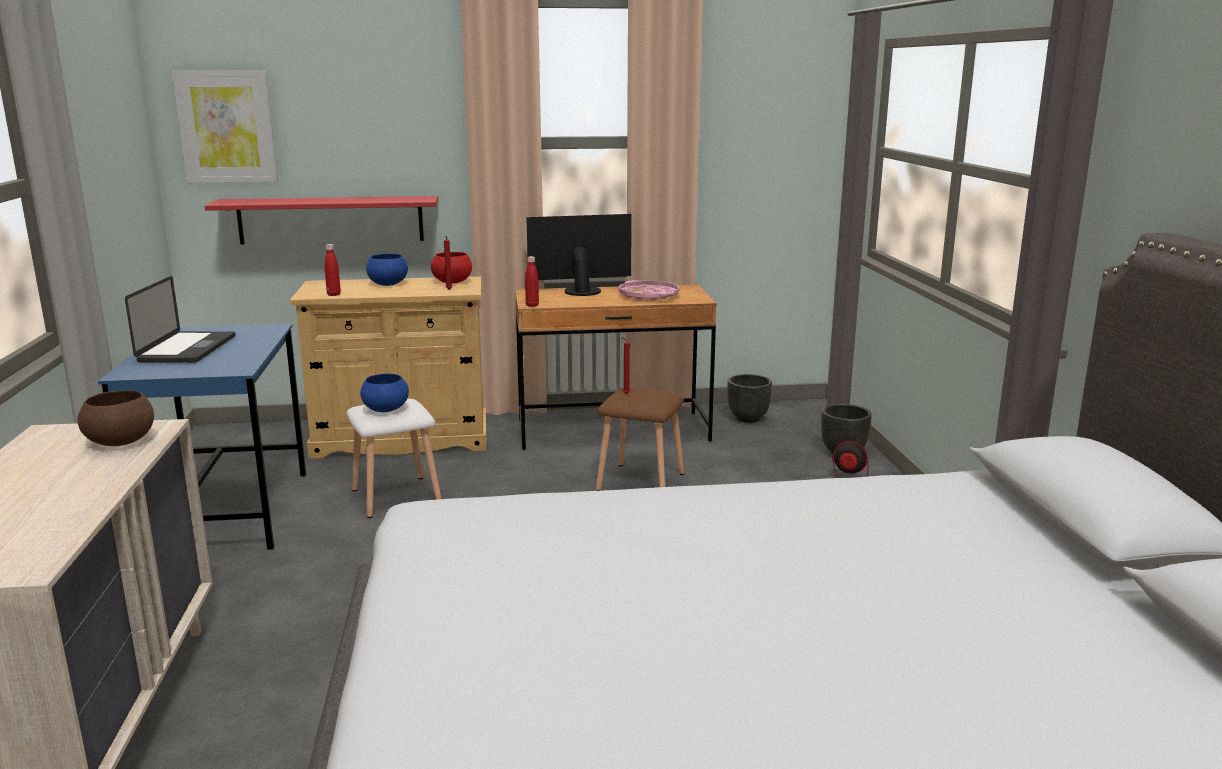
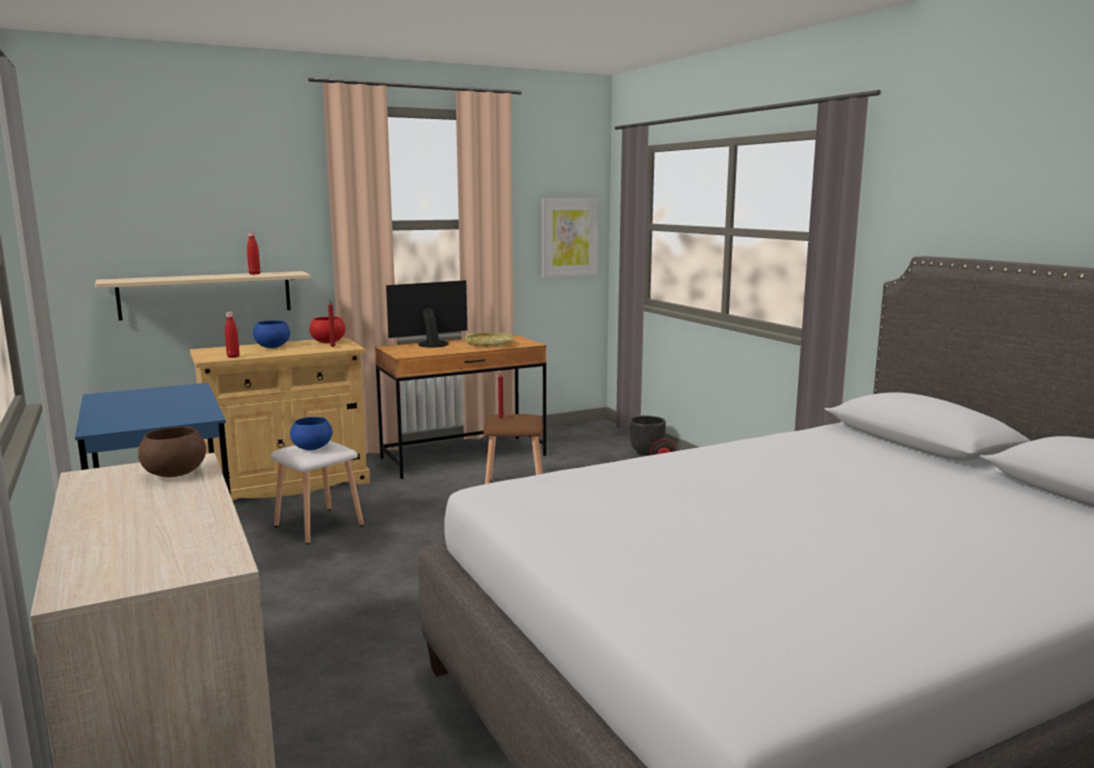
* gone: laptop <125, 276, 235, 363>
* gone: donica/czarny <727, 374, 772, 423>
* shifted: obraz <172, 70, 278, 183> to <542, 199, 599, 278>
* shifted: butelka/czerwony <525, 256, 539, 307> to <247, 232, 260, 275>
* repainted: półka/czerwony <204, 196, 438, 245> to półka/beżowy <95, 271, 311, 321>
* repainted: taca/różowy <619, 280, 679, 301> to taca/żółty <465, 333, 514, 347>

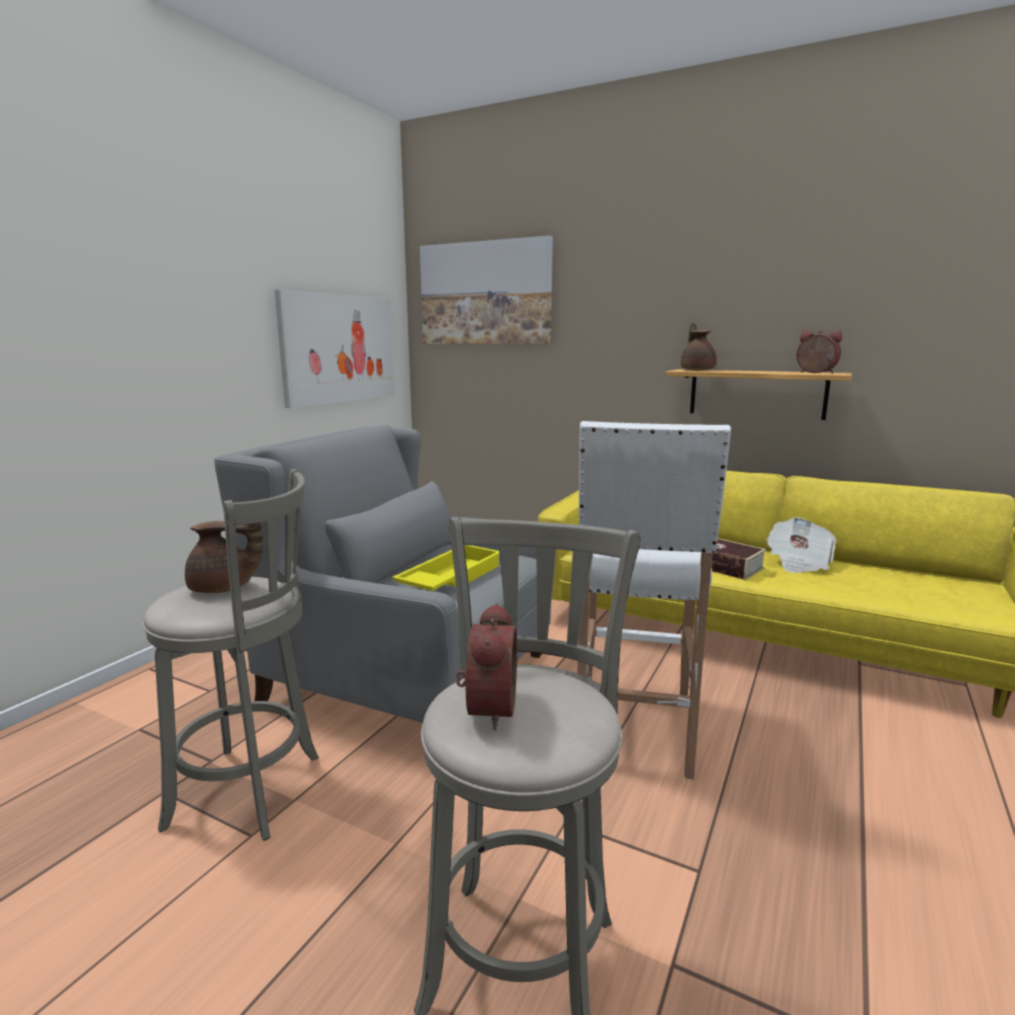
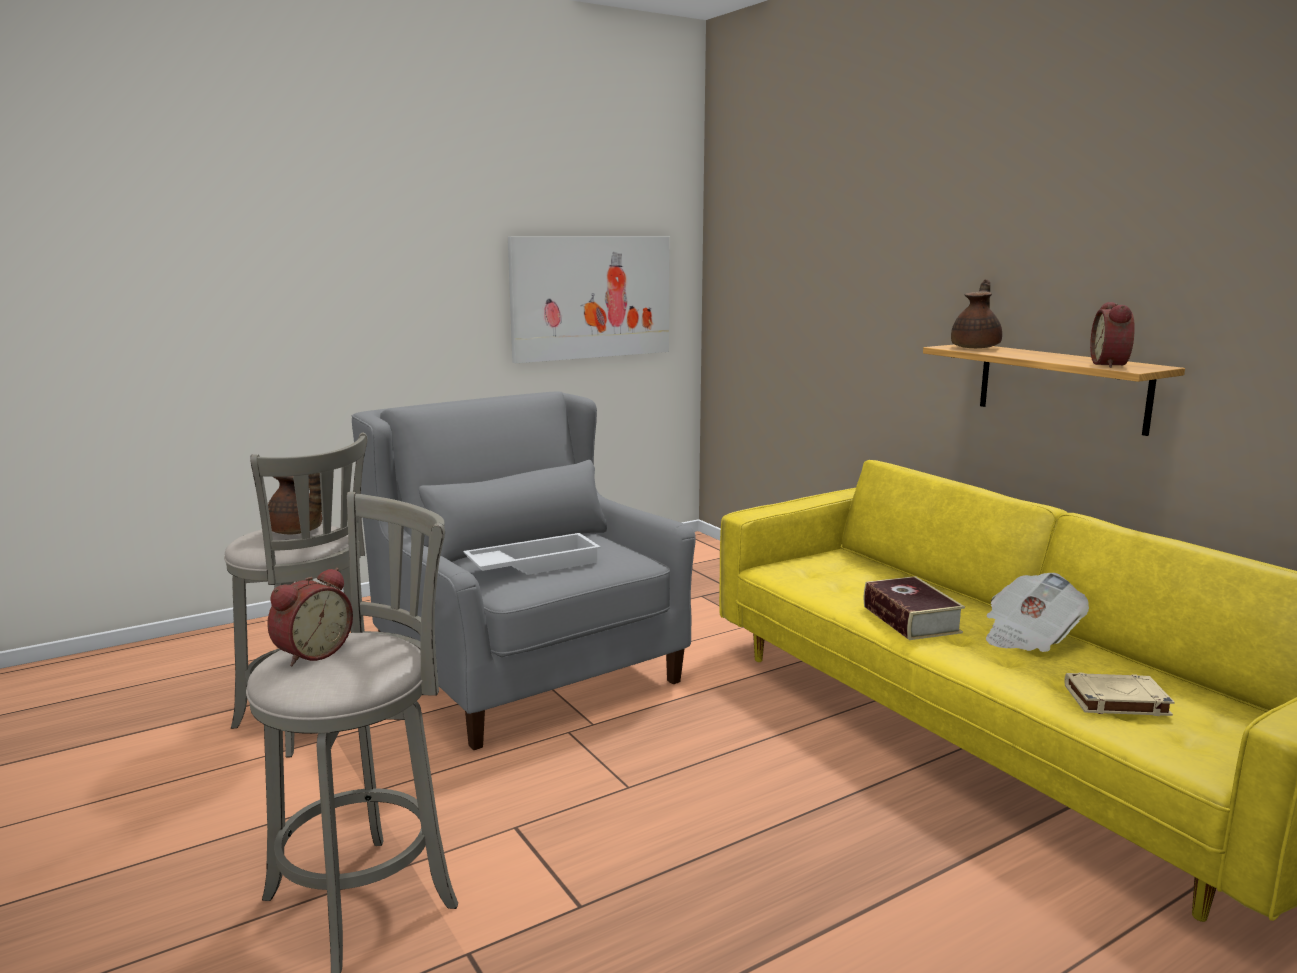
* gone: obraz <420, 236, 553, 344>
* gone: stołek/biały <577, 421, 731, 779>
* new: książka/beżowy <1064, 673, 1175, 716>
* repainted: taca/żółty <392, 545, 499, 591> to taca/biały <463, 533, 601, 575>
* rotated: budzik <797, 331, 842, 373> = <1090, 302, 1135, 368> 150 degrees counterclockwise

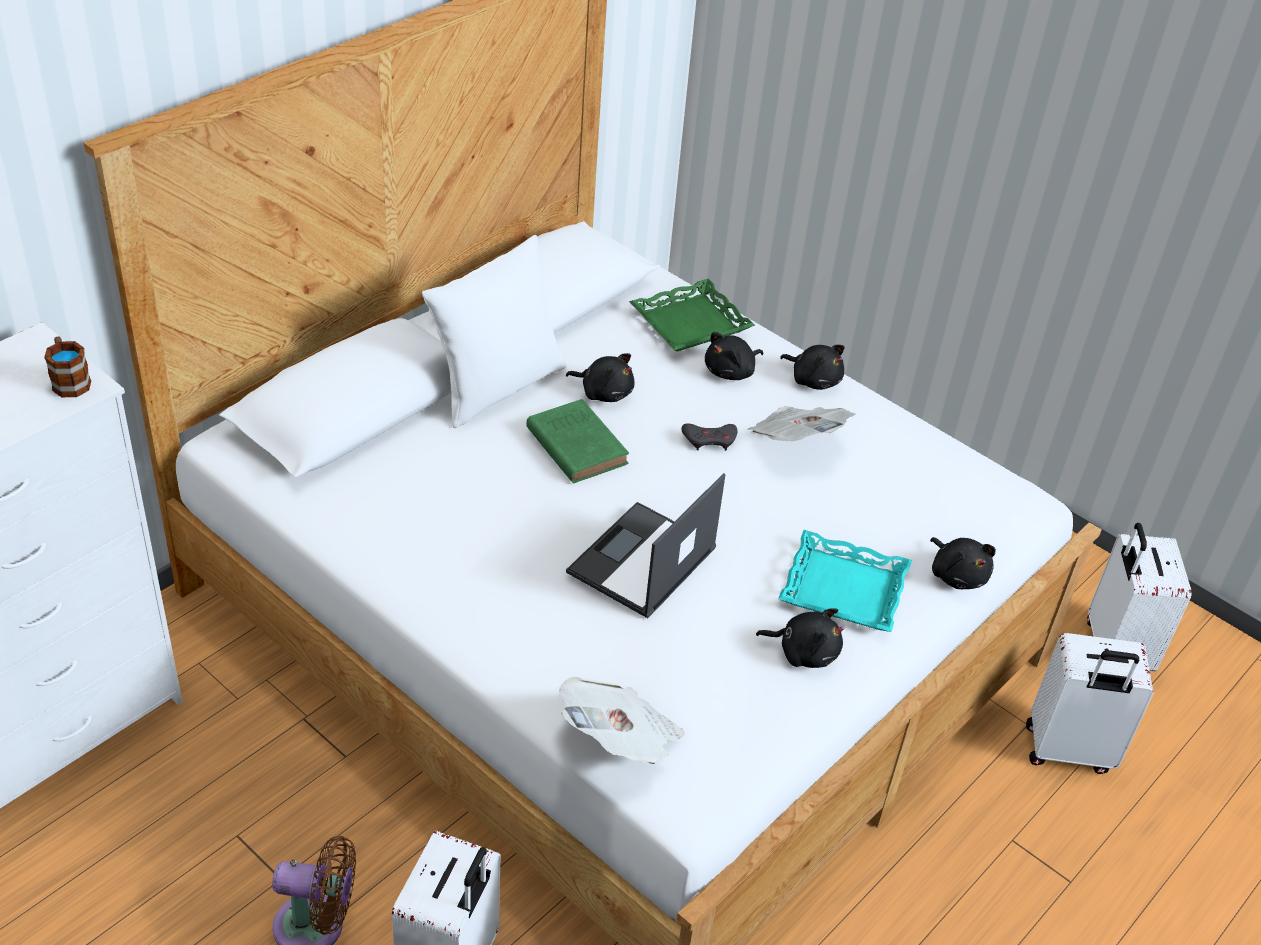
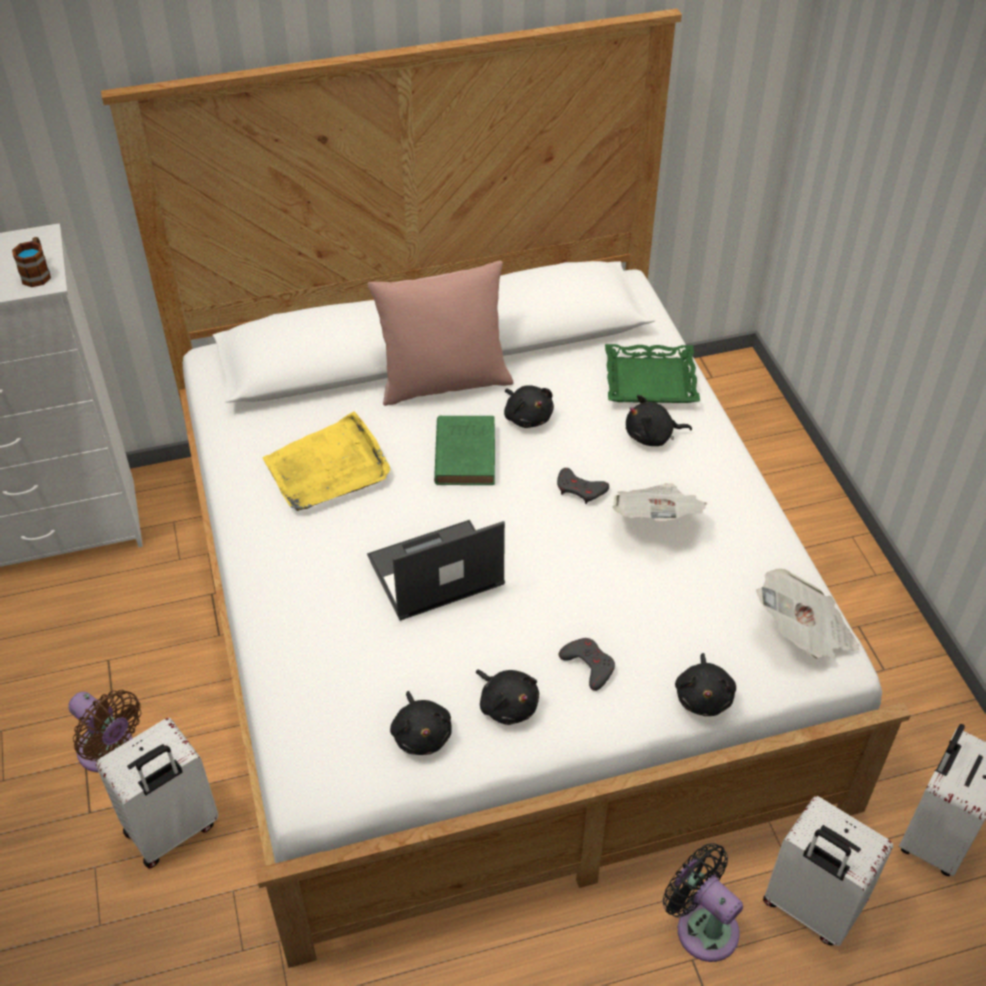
* new: taca/żółty <263, 411, 391, 511>
* new: wentylator/czarny <663, 843, 743, 962>
* shifted: gazeta <558, 677, 685, 765> to <756, 569, 860, 658>
* shifted: pluszak/czarny <780, 345, 845, 390> to <390, 691, 452, 755>
* swapped: taca/turkusowy <778, 530, 912, 632> to pad do gier/szary <558, 638, 615, 691>
* repainted: poduszka/biały <422, 235, 567, 428> to poduszka/różowy <368, 261, 513, 406>

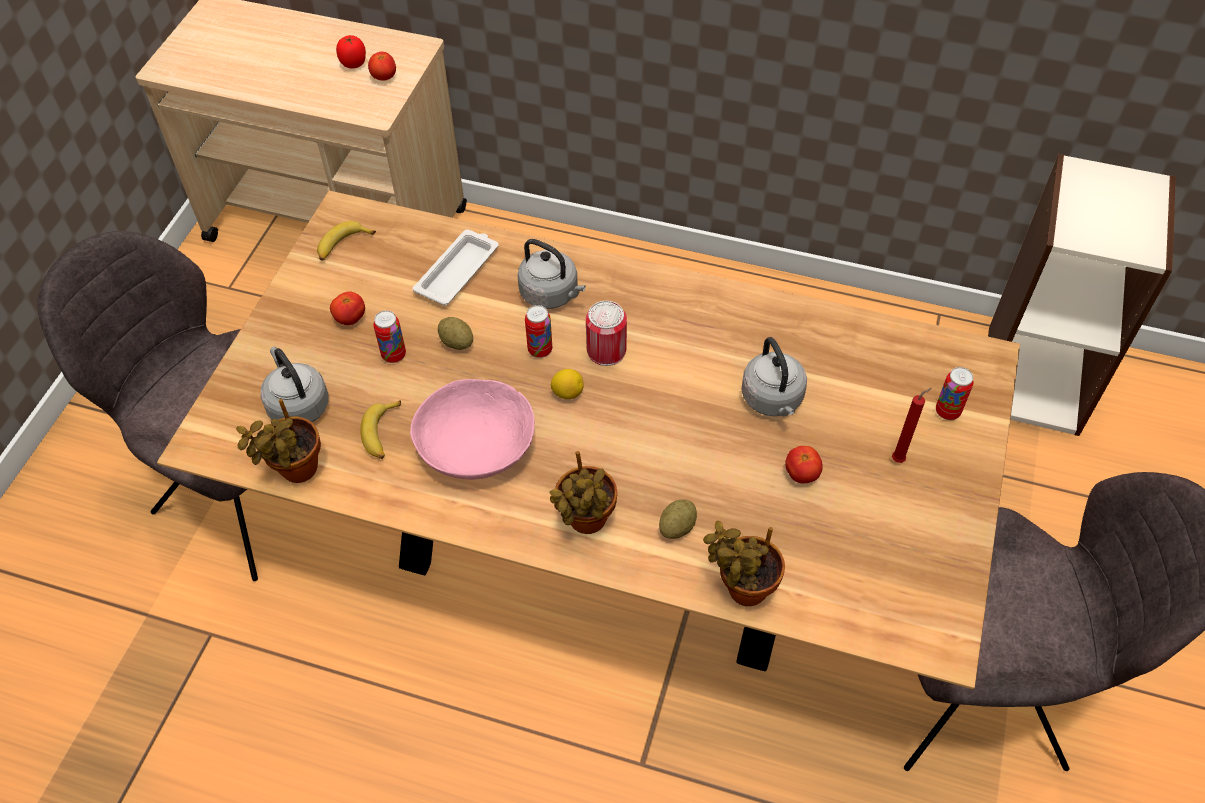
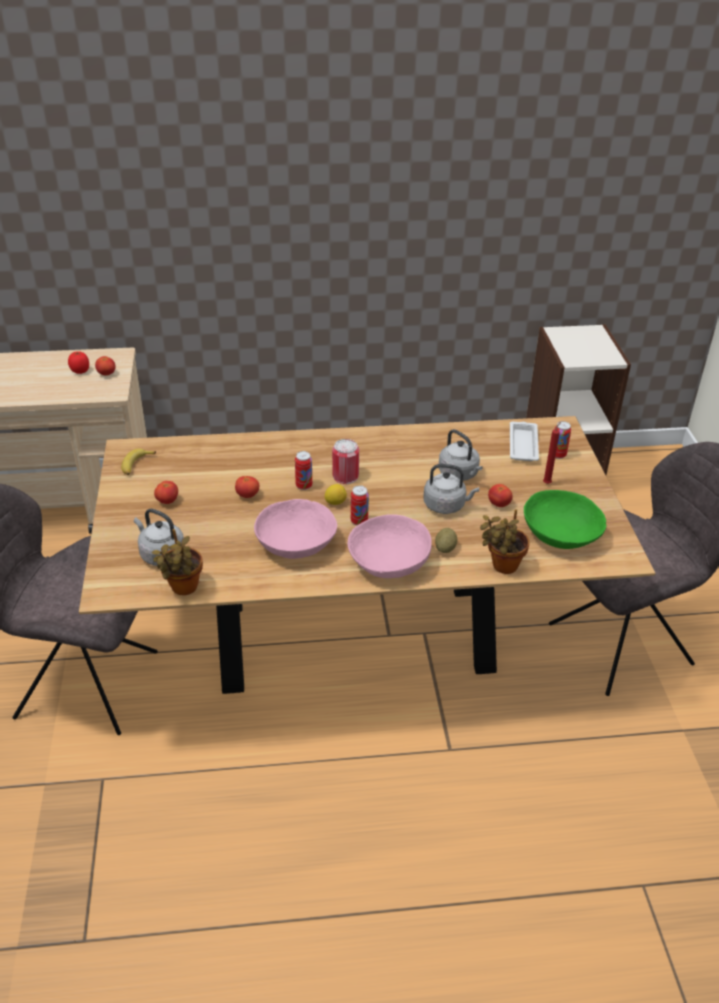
* gone: banan <360, 400, 401, 459>
* new: miska/zielony <524, 490, 606, 549>
* shifted: puszka <373, 310, 406, 363> to <351, 486, 369, 525>
* shifted: taca/biały <412, 230, 499, 306> to <510, 422, 539, 461>
* shifted: czajnik/szary <517, 239, 586, 309> to <423, 464, 479, 514>
* swapped: ziemniak <438, 317, 473, 350> to pomidor <235, 476, 259, 498>
* swapped: roślina doniczkowa <549, 451, 617, 534> to miska/różowy <348, 514, 432, 578>

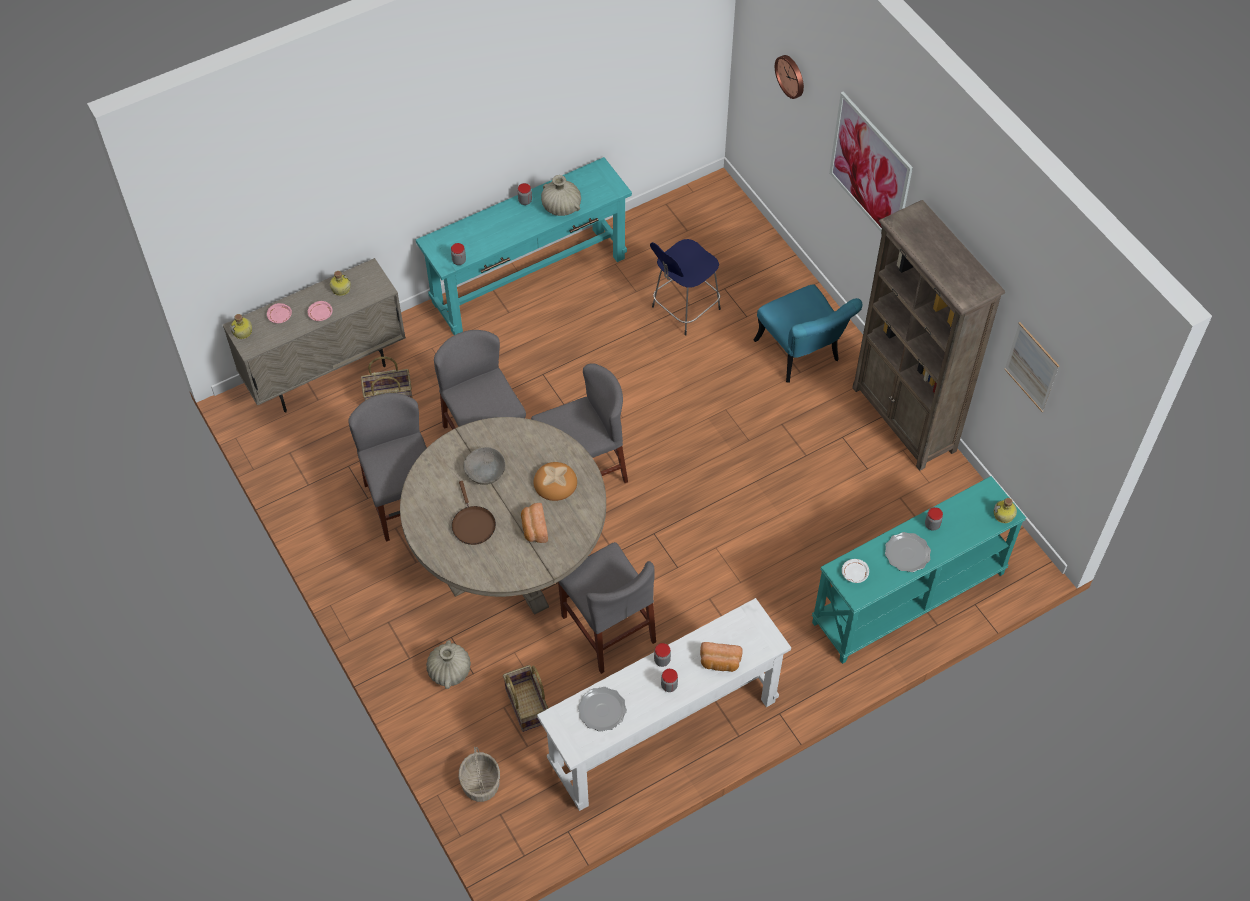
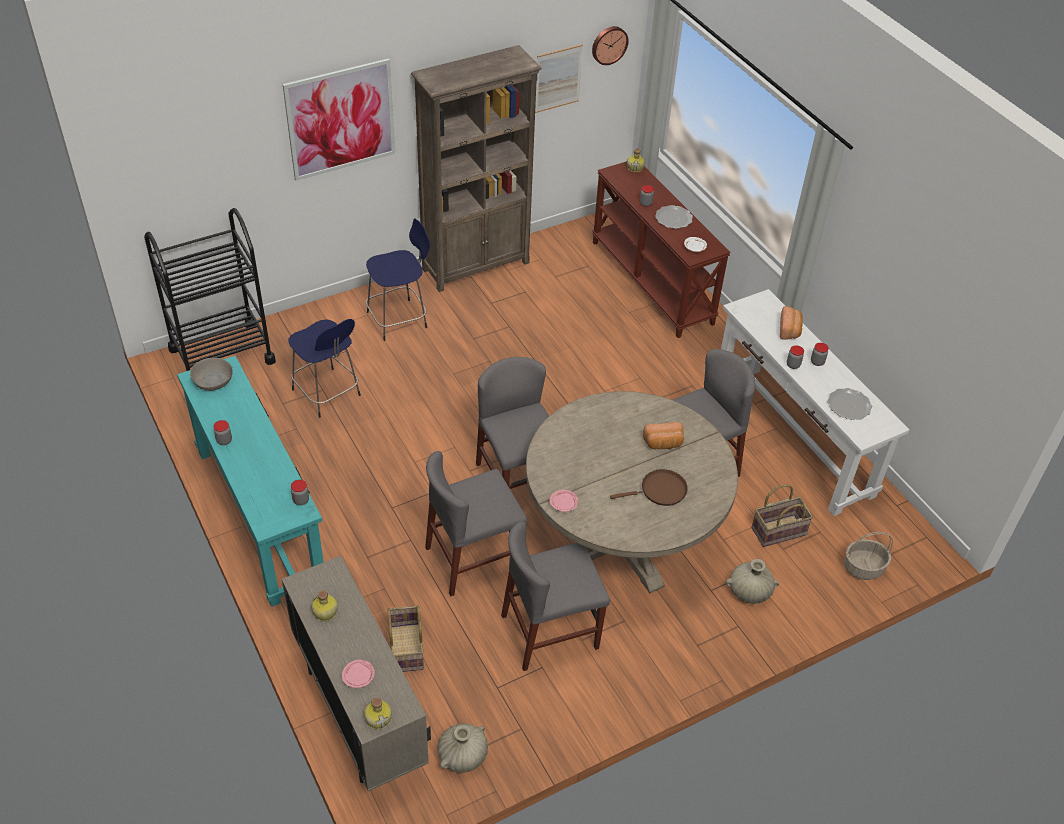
* gone: chleb <533, 462, 577, 501>
* new: wózek/czarny <144, 208, 276, 371>
* shifted: talerz/różowy <307, 301, 333, 321> to <549, 490, 578, 512>
* shifted: miska/szary <463, 447, 505, 485> to <190, 358, 233, 391>
* shifted: wazon/beżowy <541, 175, 581, 216> to <437, 723, 488, 773>
* shifted: zegar ścienny <775, 55, 804, 99> to <592, 26, 629, 65>
* swapped: krzesło/turkusowy <754, 284, 862, 383> to stołek/niebieski <366, 219, 430, 341>
* repainted: stolik konsolowy/turkusowy <812, 476, 1026, 664> to stolik konsolowy/brązowy <592, 161, 731, 338>

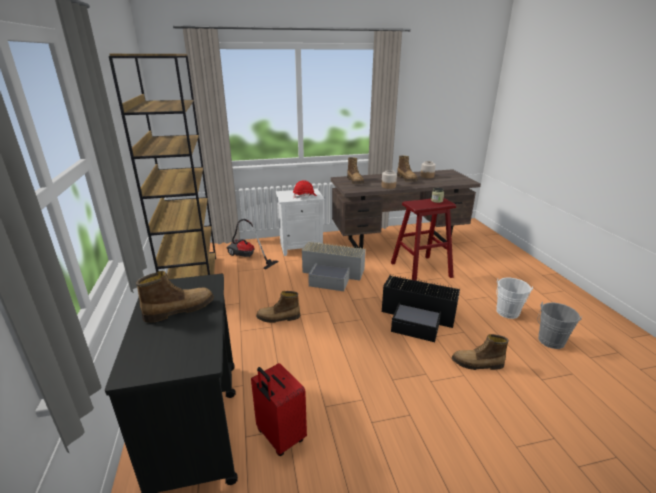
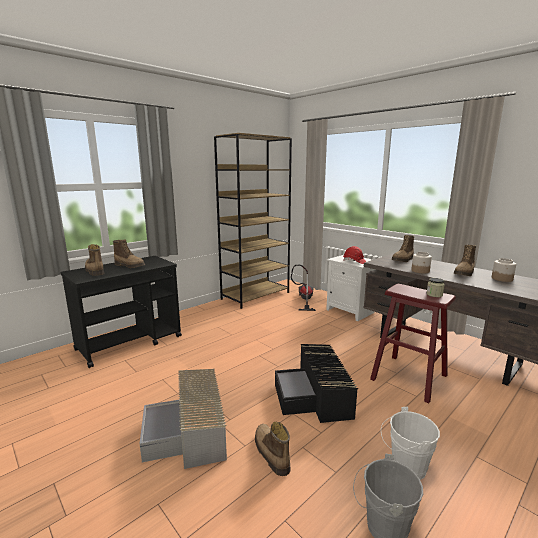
* gone: walizka/czerwony <251, 363, 307, 456>
* shifted: but z cholewką <256, 291, 300, 323> to <85, 244, 104, 276>
* shifted: pojemnik do przechowywania/szary <302, 241, 365, 291> to <140, 369, 227, 469>

